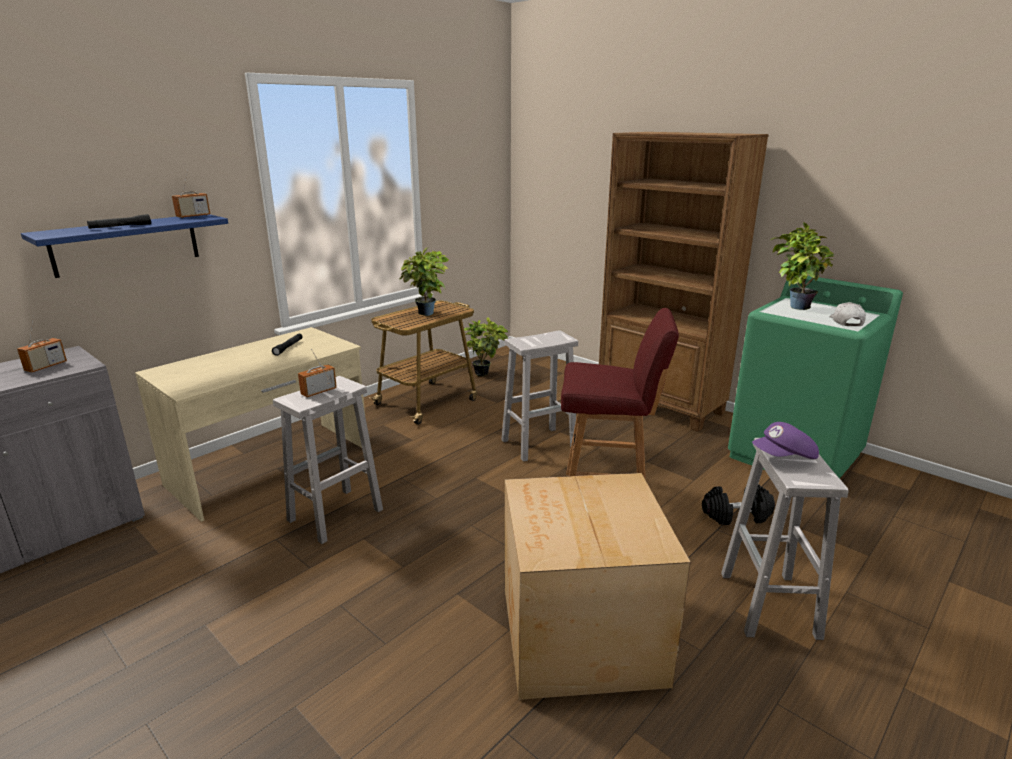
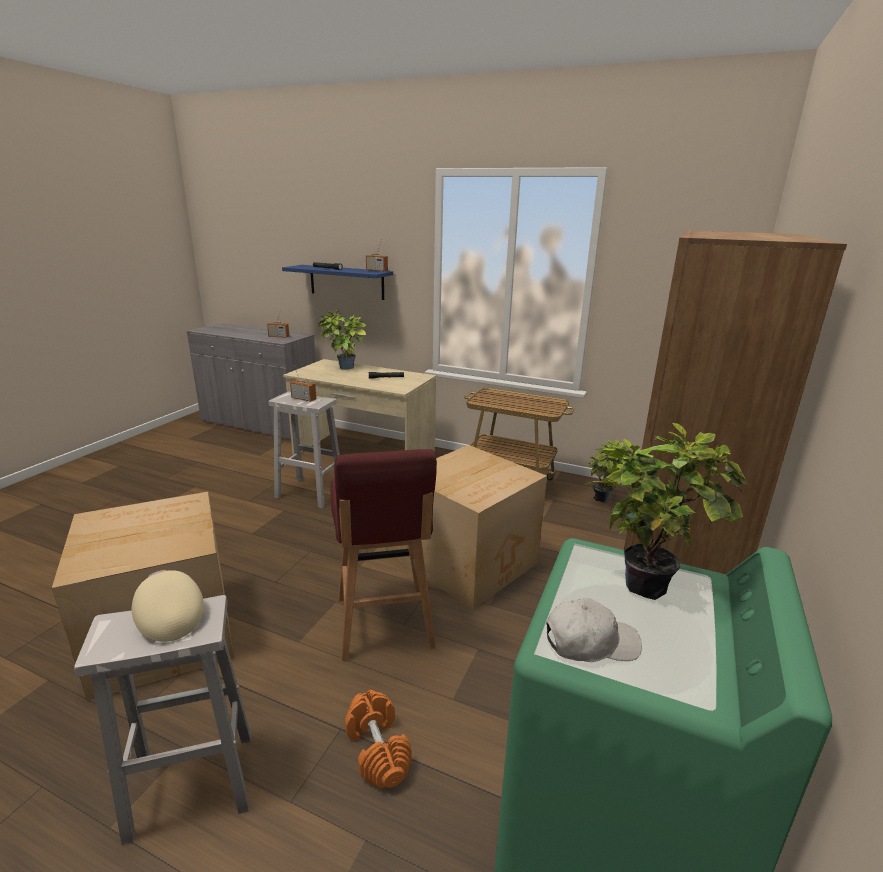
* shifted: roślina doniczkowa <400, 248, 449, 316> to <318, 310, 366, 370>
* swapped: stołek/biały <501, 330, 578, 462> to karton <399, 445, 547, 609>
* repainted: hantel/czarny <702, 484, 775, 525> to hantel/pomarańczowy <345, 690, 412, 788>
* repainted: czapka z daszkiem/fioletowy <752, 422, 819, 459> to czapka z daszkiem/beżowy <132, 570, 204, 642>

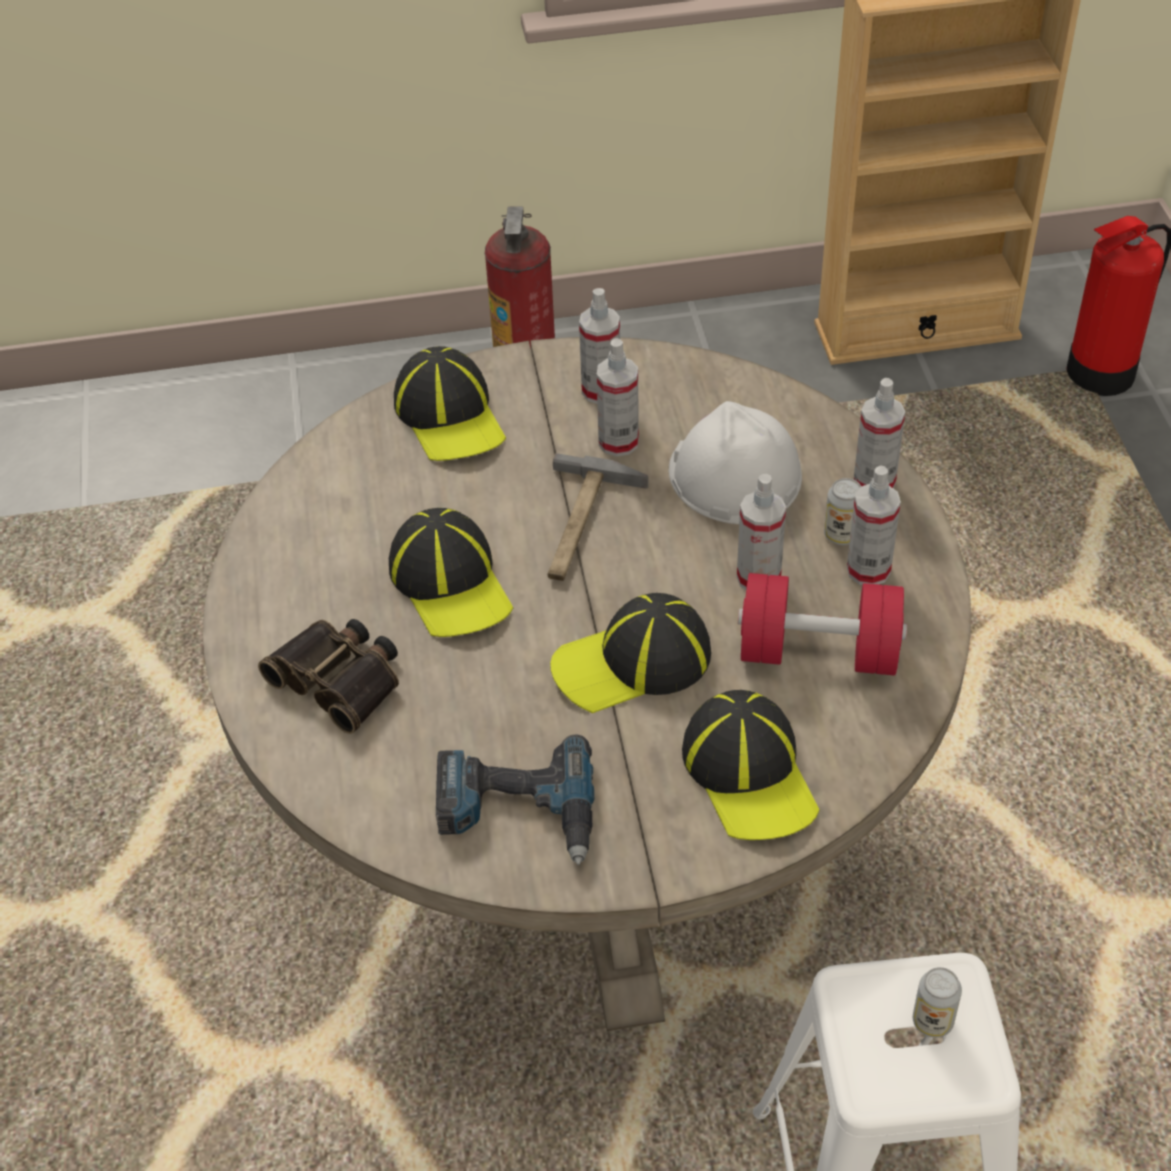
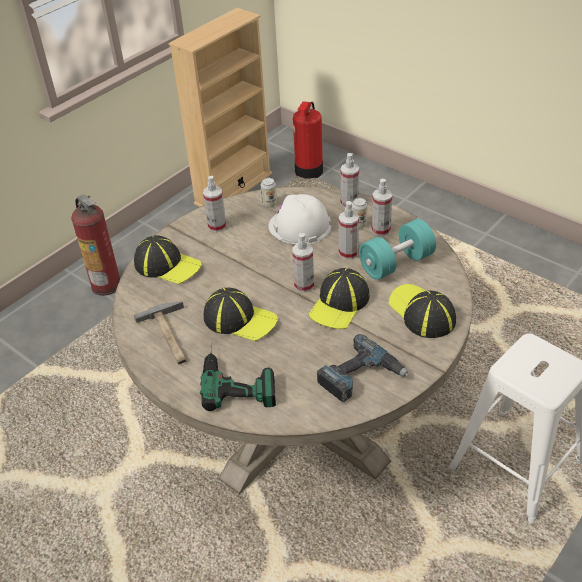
* shifted: młotek <548, 453, 648, 581> to <134, 301, 186, 364>
* shifted: spryskiwacz <597, 338, 639, 457> to <292, 233, 314, 292>
* shifted: puszka <913, 967, 962, 1038> to <261, 178, 277, 207>
* swapped: lornetka <258, 619, 399, 734> to wiertarka <200, 343, 276, 411>
* repainted: hantel/czerwony <738, 573, 907, 675> to hantel/turkusowy <359, 219, 436, 280>
* rotated: czapka z daszkiem <682, 690, 820, 840> = <388, 284, 456, 338> 150 degrees counterclockwise

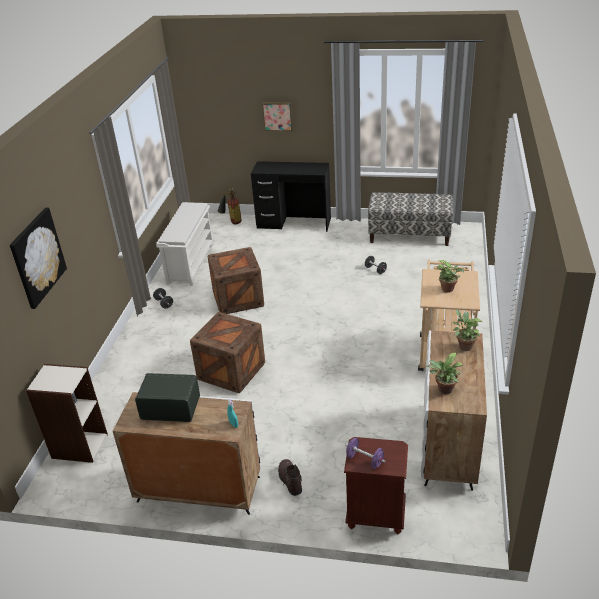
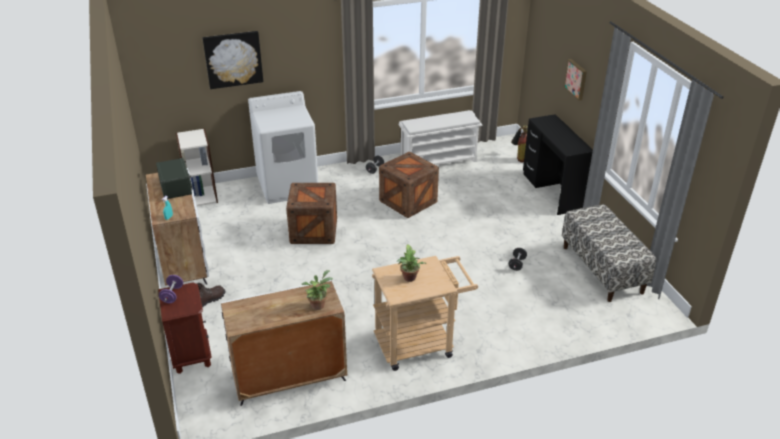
* gone: roślina doniczkowa <426, 353, 463, 394>
* new: pralka/biały <248, 91, 318, 204>

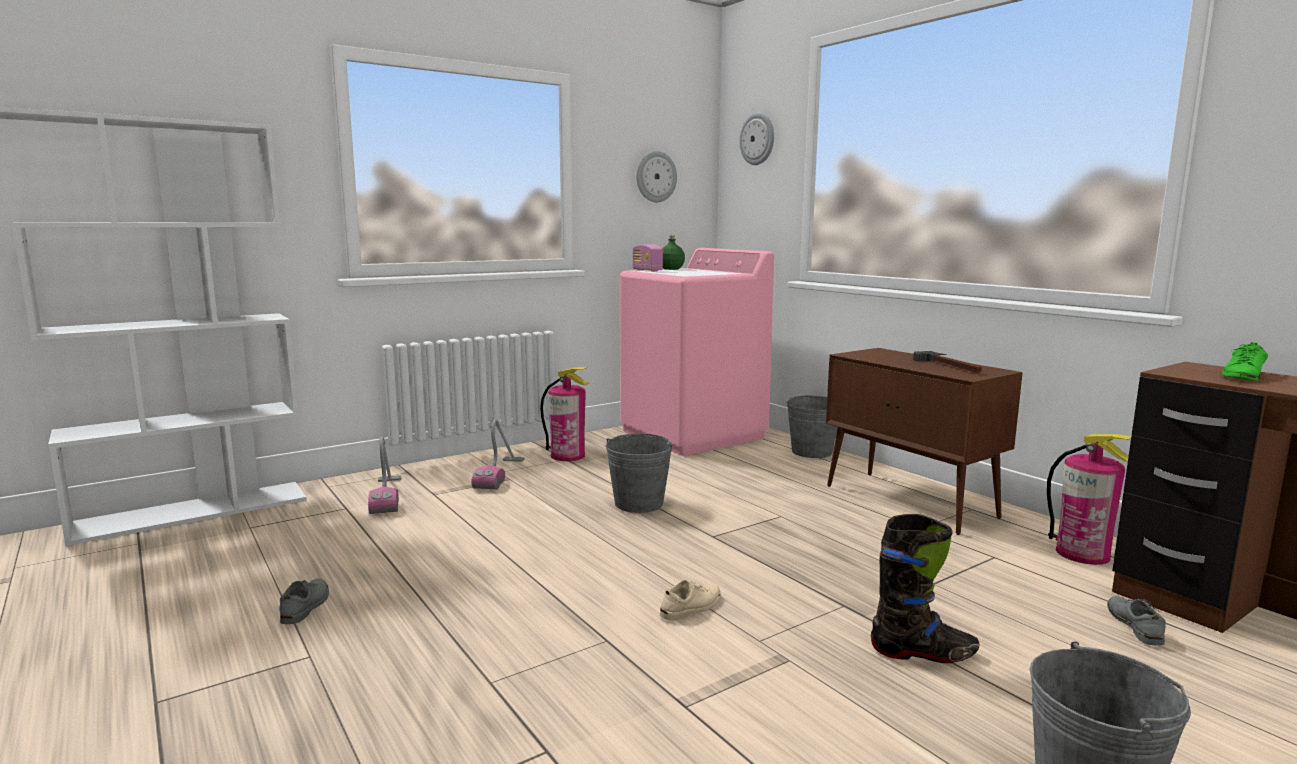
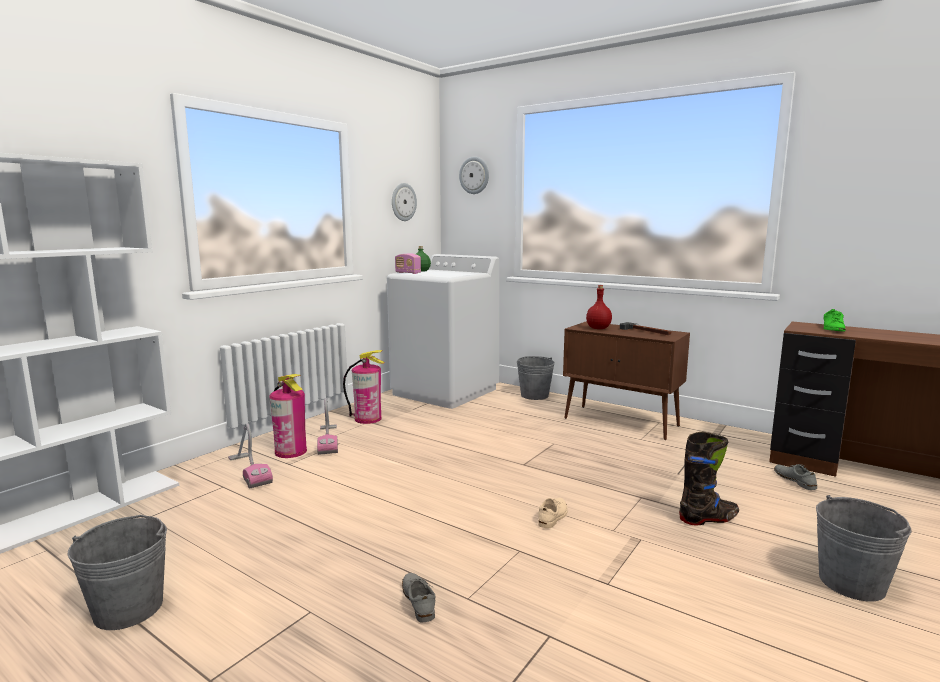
* new: butelka/czerwony <586, 285, 612, 329>
* shifted: but/szary <279, 578, 329, 624> to <402, 573, 436, 622>
* shifted: wiadro/szary <606, 434, 673, 513> to <67, 515, 167, 630>
* shifted: gaśnica <1047, 434, 1131, 565> to <269, 374, 307, 458>
* repainted: pralka/różowy <620, 248, 774, 456> to pralka/biały <387, 254, 499, 409>

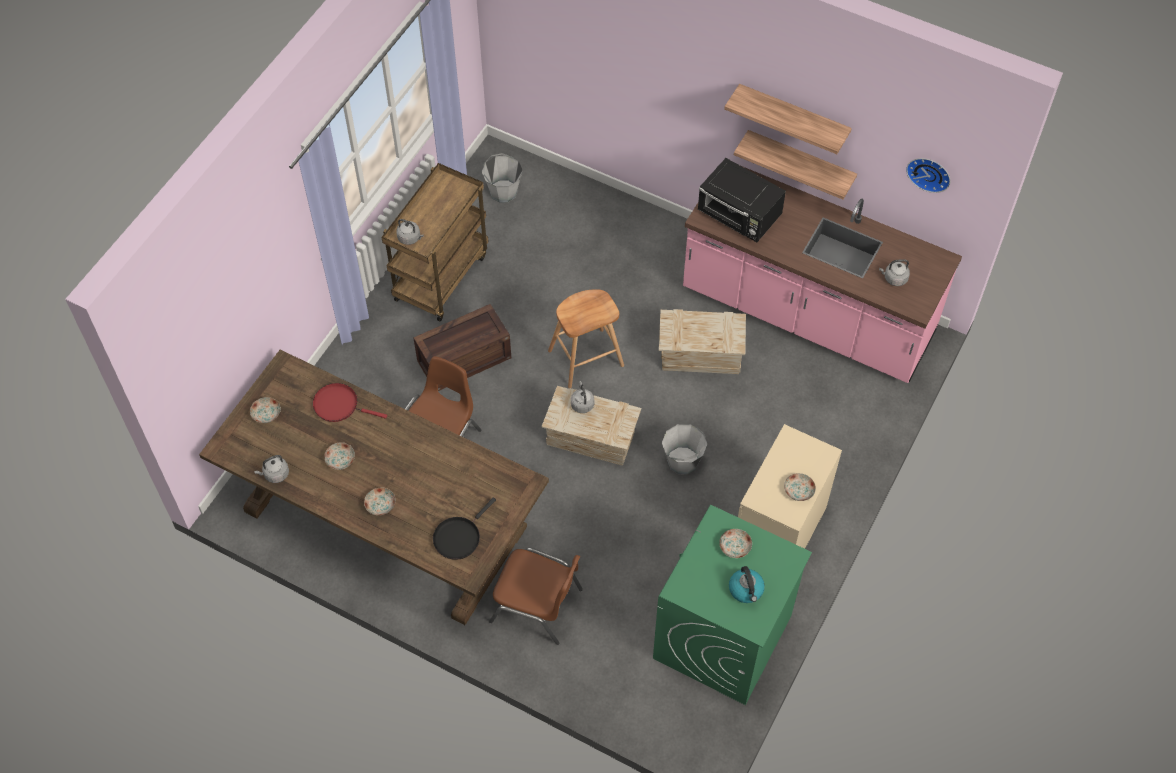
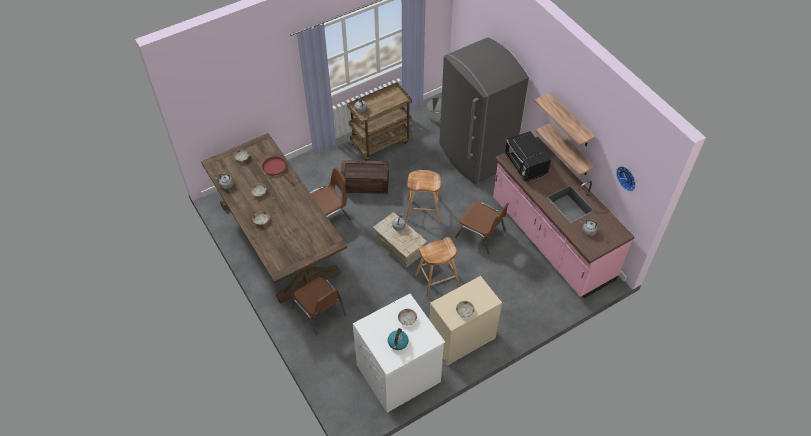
* gone: patelnia/czarny <433, 497, 496, 560>
* new: lodówka/szary <439, 37, 529, 184>
* swapped: skrzynka <659, 309, 746, 374> to krzesło/brązowy <455, 202, 509, 254>
* swapped: wiadro/szary <662, 424, 707, 475> to stołek/brązowy <415, 237, 460, 298>
* repainted: pralka/zielony <653, 505, 812, 705> to pralka/biały <353, 294, 445, 413>

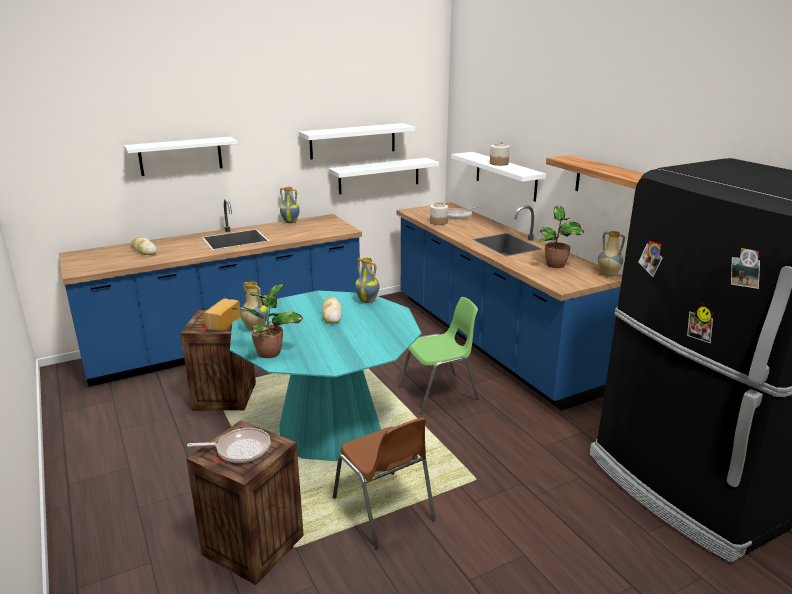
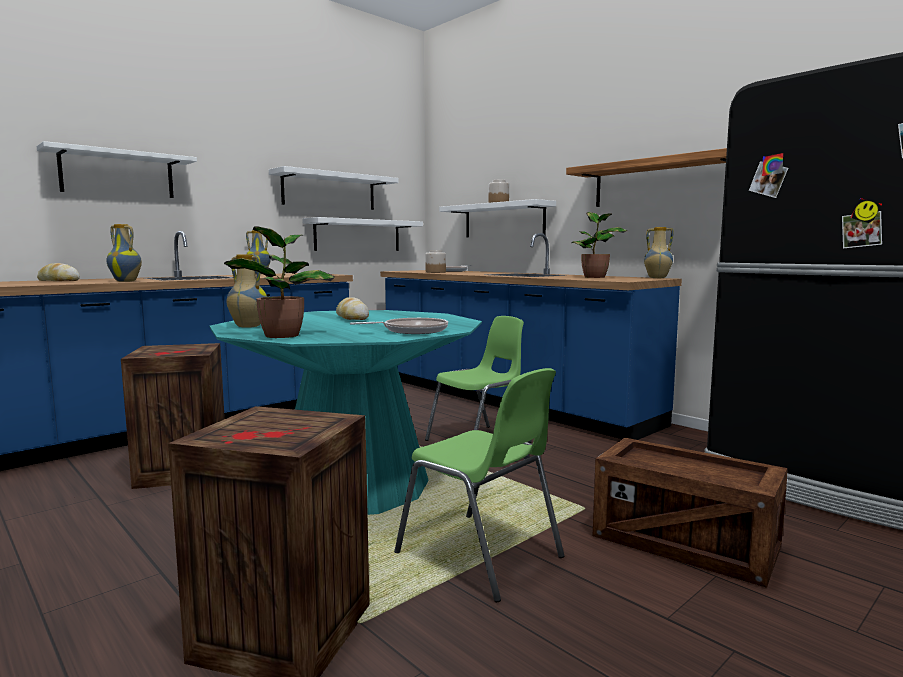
* gone: chleb <203, 298, 241, 331>
* new: skrzynka <593, 438, 788, 588>
* shifted: patelnia <187, 428, 270, 463> to <350, 318, 448, 334>
* shifted: wazon <355, 258, 379, 303> to <106, 224, 142, 282>
* repainted: krzesło/brązowy <333, 417, 436, 548> to krzesło/zielony <394, 368, 564, 602>

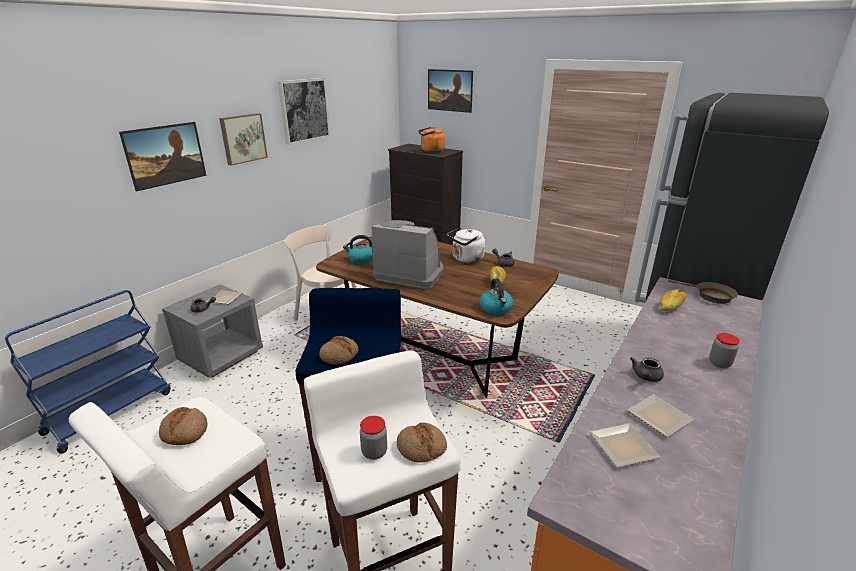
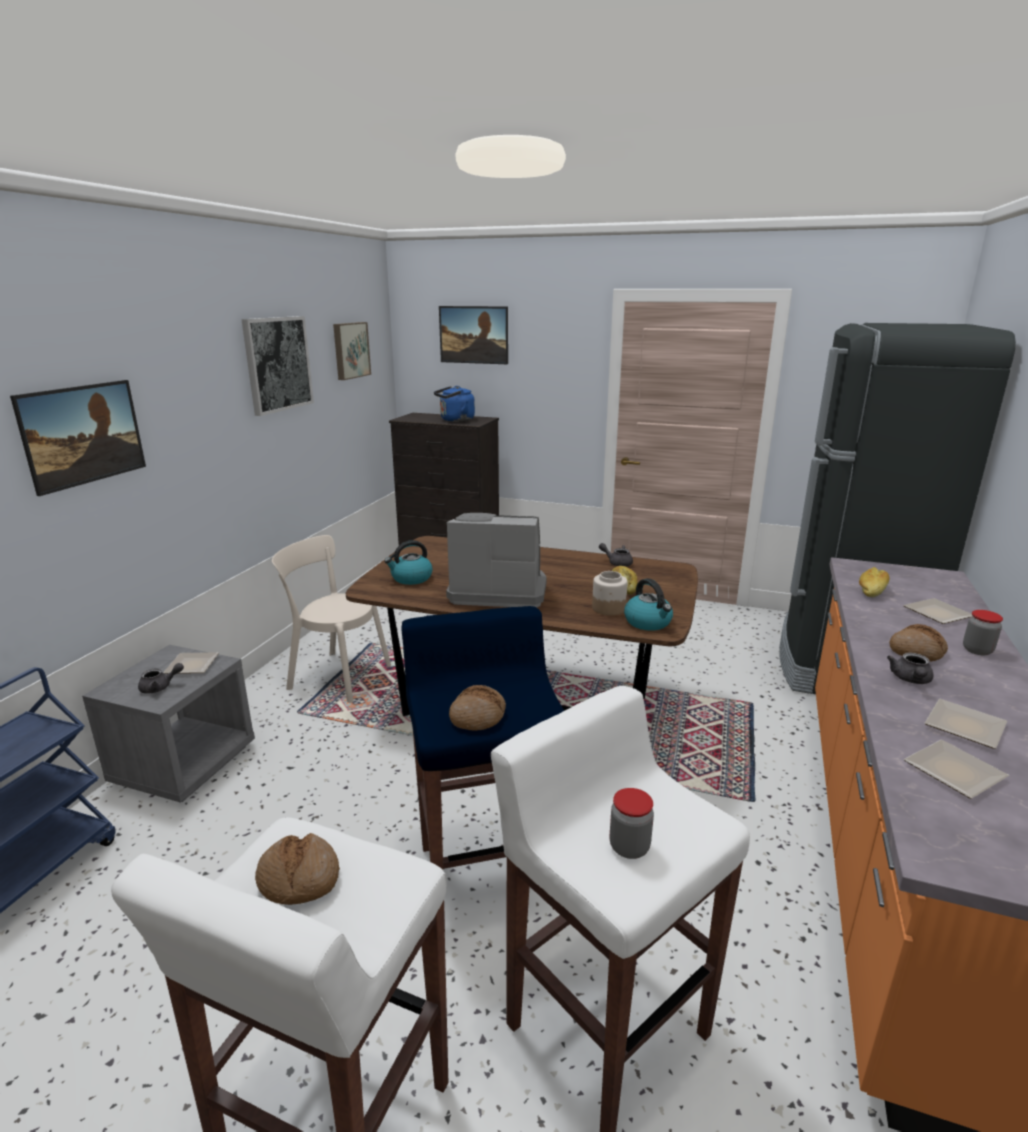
* gone: czajnik/biały <447, 227, 485, 263>
* gone: patelnia/brązowy <668, 279, 738, 304>
* new: słoik <592, 571, 628, 616>
* new: talerz <903, 598, 972, 624>
* shifted: obraz <219, 113, 268, 166> to <333, 322, 371, 380>
* shifted: chleb <396, 422, 447, 462> to <890, 624, 948, 662>
* repainted: czajnik/pomarańczowy <418, 127, 445, 153> to czajnik/niebieski <434, 386, 475, 422>

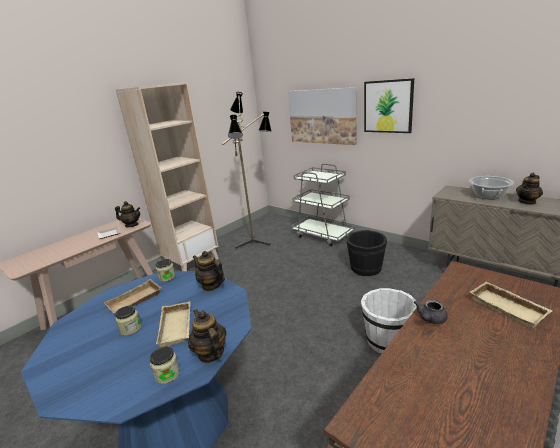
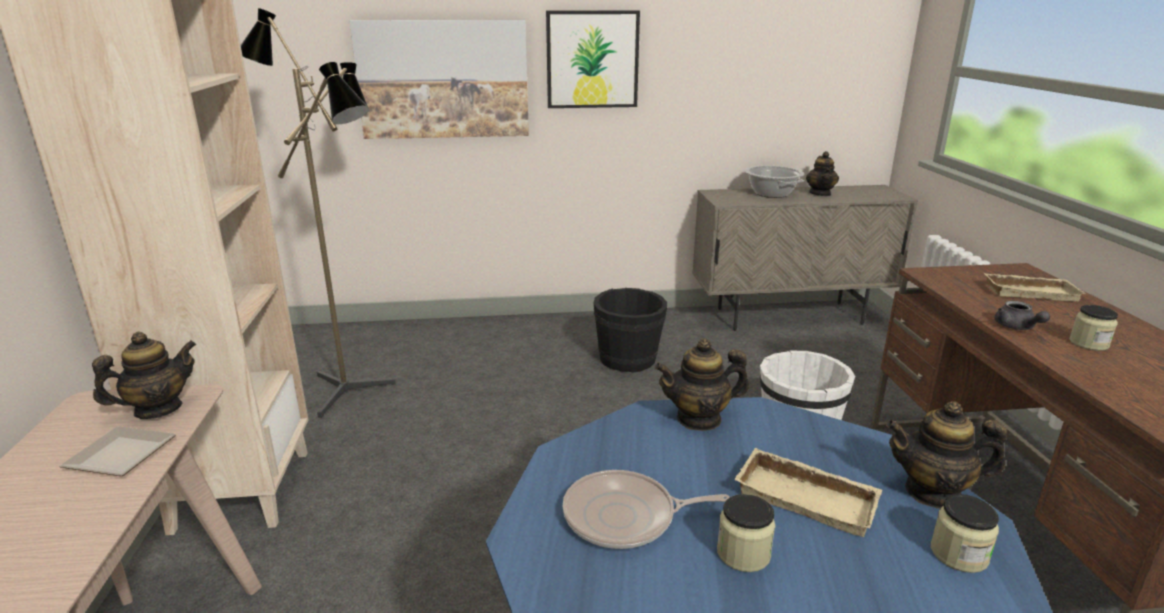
* gone: wózek/szary <291, 163, 355, 246>
* shifted: słoik <156, 259, 176, 282> to <1069, 305, 1118, 351>
* swapped: taca/beżowy <103, 279, 161, 314> to patelnia <563, 470, 730, 549>

